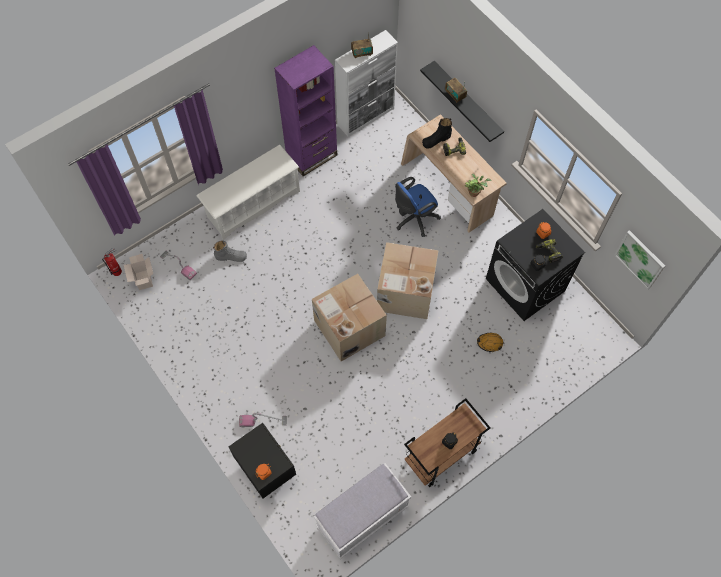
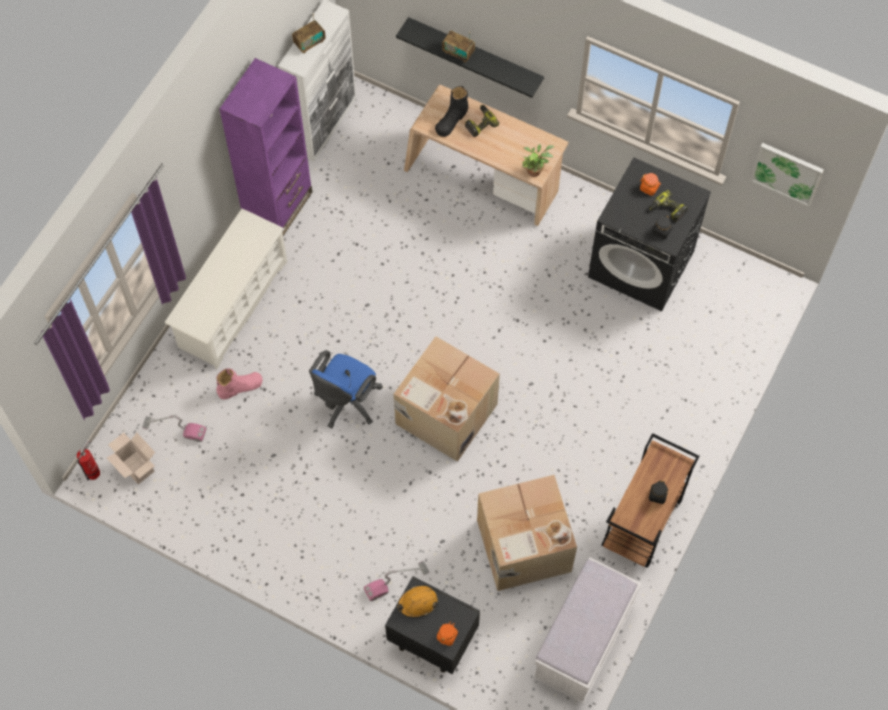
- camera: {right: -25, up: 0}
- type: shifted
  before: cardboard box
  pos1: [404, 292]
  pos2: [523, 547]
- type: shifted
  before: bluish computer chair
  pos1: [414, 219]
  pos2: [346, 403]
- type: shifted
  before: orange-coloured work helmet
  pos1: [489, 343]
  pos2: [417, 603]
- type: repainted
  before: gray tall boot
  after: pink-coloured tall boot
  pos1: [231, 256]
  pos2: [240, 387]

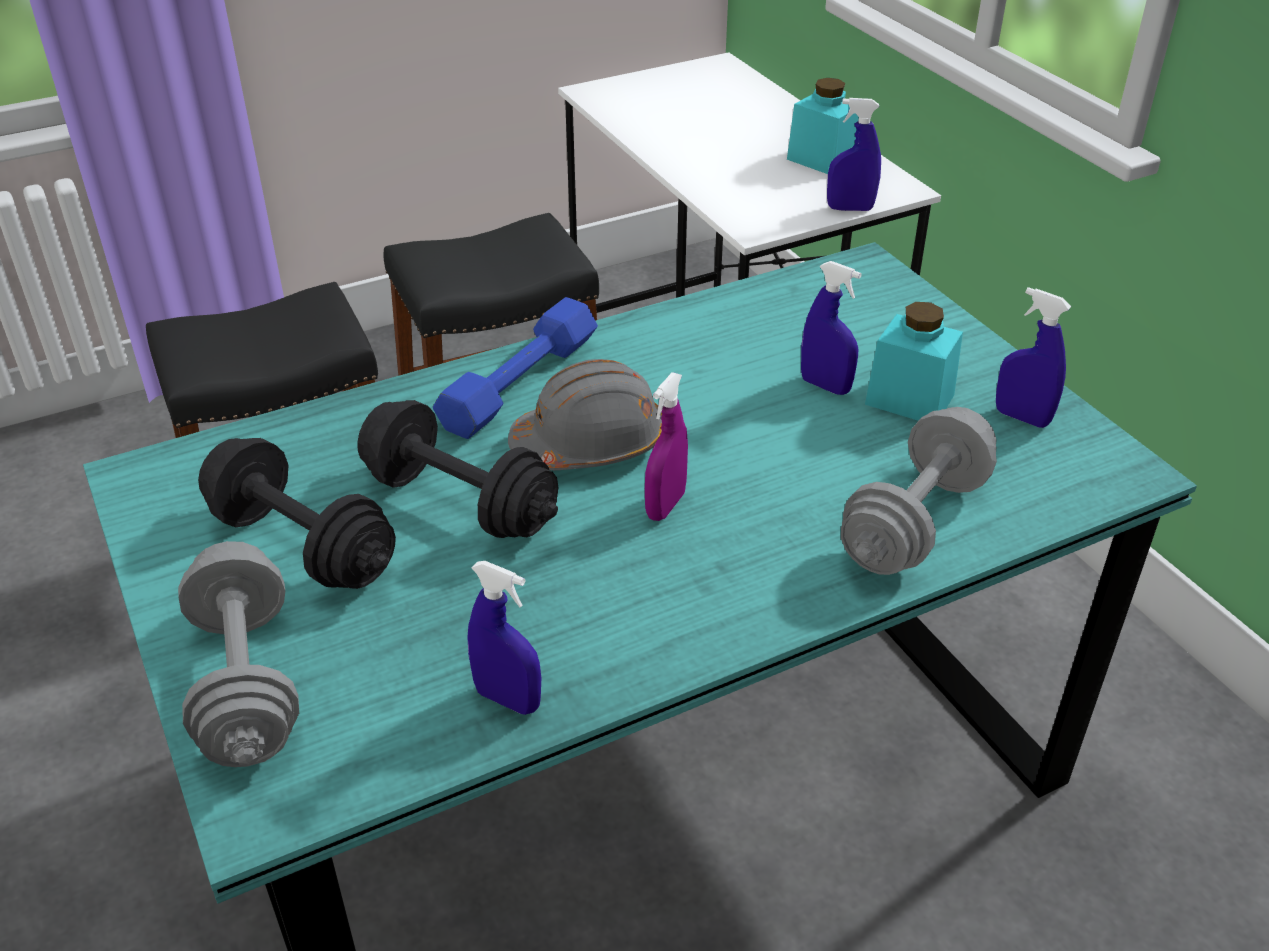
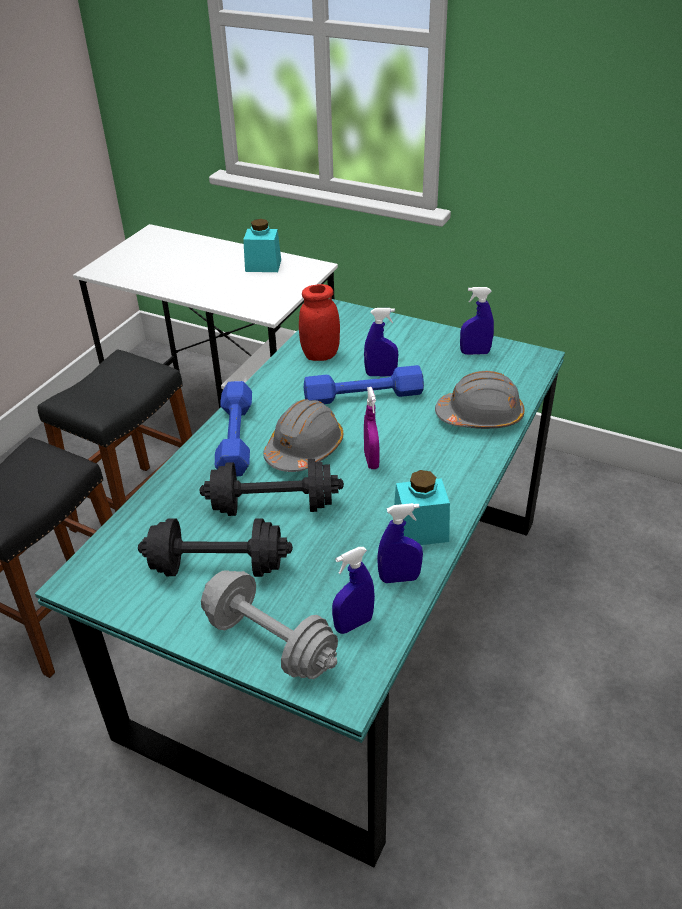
- camera: {right: -35, up: 0}
- type: new
  after: red-coloured storage jar
  pos2: [320, 355]
- type: new
  after: bluish free weight
  pos2: [363, 396]
- type: shifted
  before: bluish sprayer
  pos1: [850, 208]
  pos2: [353, 624]
- type: shifted
  before: blue-green storage jar
  pos1: [909, 399]
  pos2: [420, 530]
- type: swapped
  before: gray free weight
  after: gray work helmet
  pos1: [914, 522]
  pos2: [480, 416]

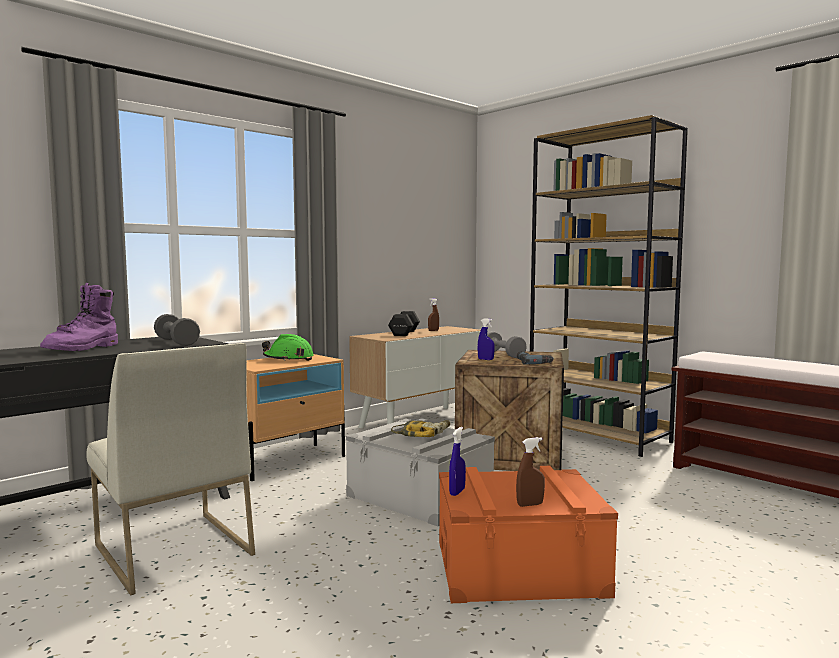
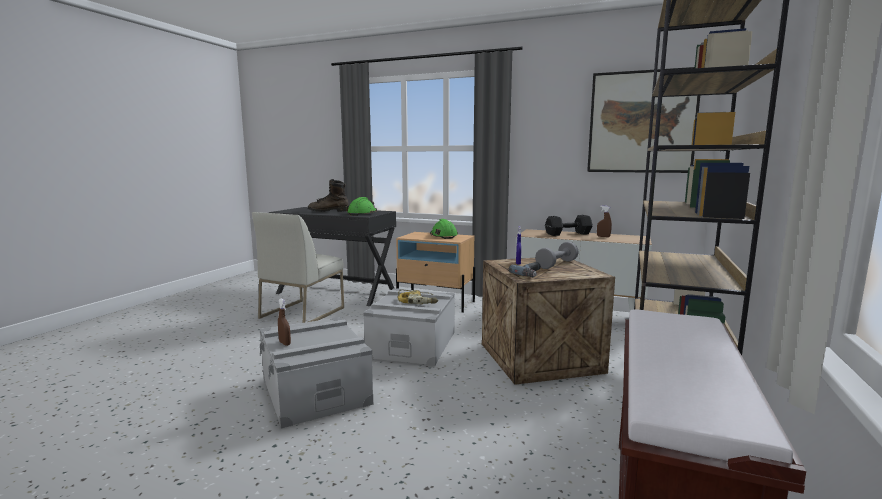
- camera: {right: 65, up: 5}
- type: gone
  before: bluish sprayer
  pos1: [457, 492]
- type: new
  after: wall picture
  pos2: [641, 122]
- type: swapped
  before: gray free weight
  after: green-coloured work helmet
  pos1: [176, 342]
  pos2: [362, 213]
- type: repainted
  before: purplish tall boot
  after: brown tall boot
  pos1: [83, 348]
  pos2: [328, 211]
- type: repainted
  before: orange-coloured storage box
  after: gray storage box
  pos1: [519, 567]
  pos2: [315, 391]

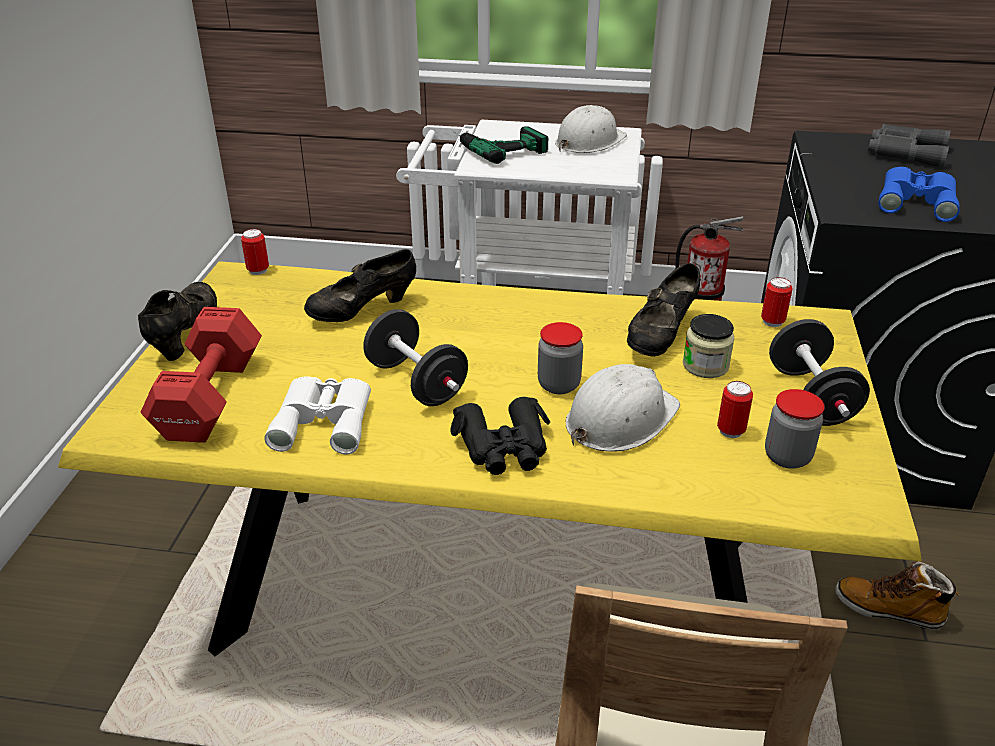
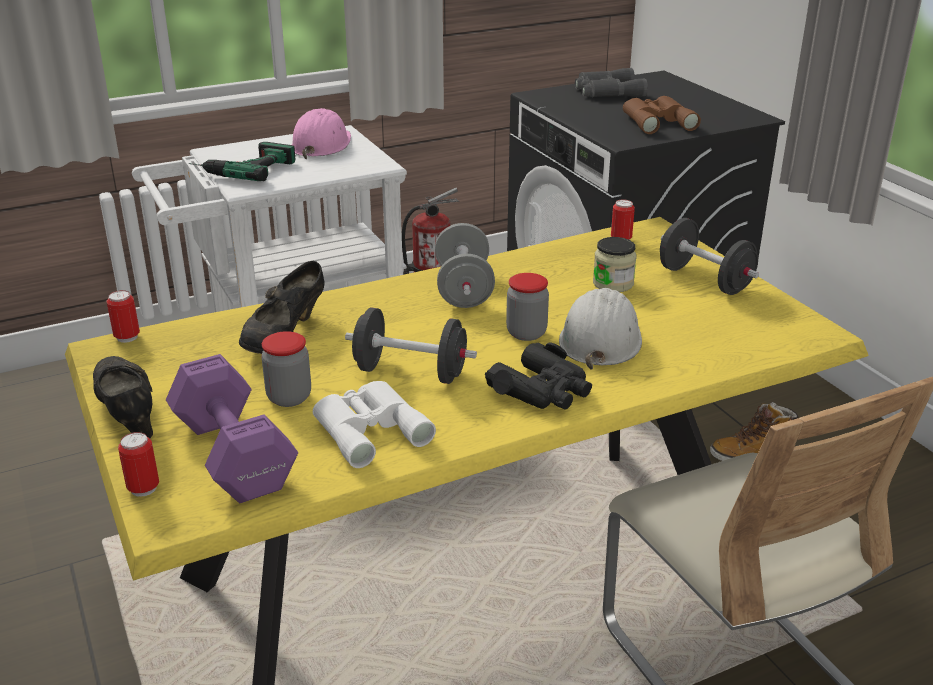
- camera: {right: -35, up: -5}
- type: gone
  before: black-coloured shoe
  pos1: [660, 337]
- type: new
  after: gray free weight
  pos2: [464, 289]
- type: shifted
  before: can
  pos1: [730, 431]
  pos2: [143, 488]
- type: shifted
  before: storage jar
  pos1: [787, 457]
  pos2: [289, 397]
- type: repainted
  before: red-coloured free weight
  after: purplish free weight
  pos1: [213, 396]
  pos2: [233, 452]
- type: repainted
  before: white work helmet
  after: pink-coloured work helmet
  pos1: [589, 142]
  pos2: [321, 145]
- type: repainted
  before: bluish pair of binoculars
  after: brown pair of binoculars
  pos1: [917, 200]
  pos2: [657, 121]

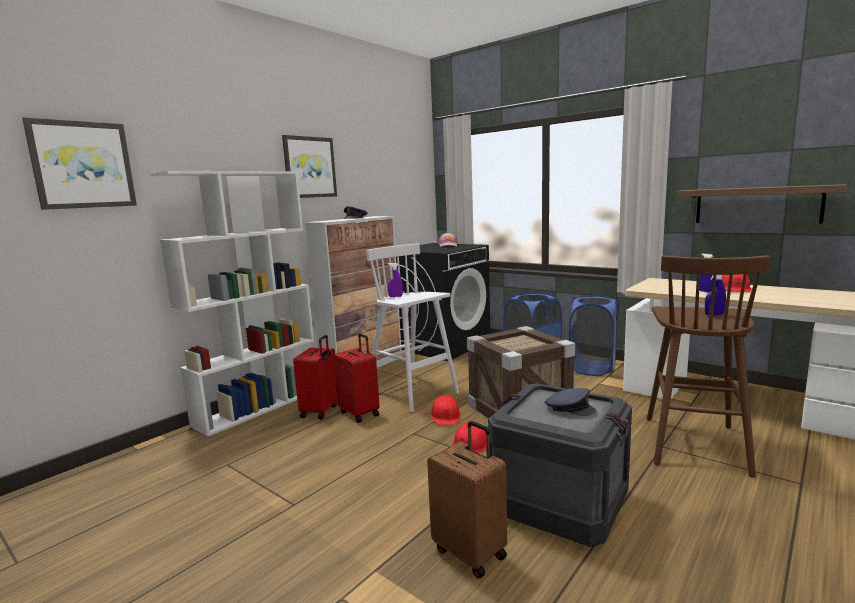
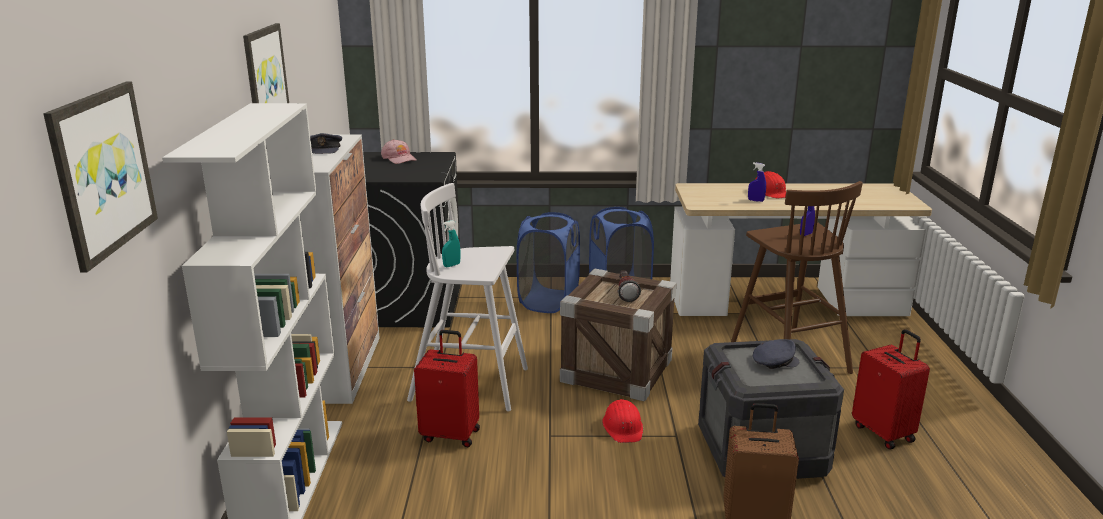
- camera: {right: -40, up: 10}
- type: gone
  before: red-coloured work helmet
  pos1: [445, 416]
- type: gone
  before: shelf
  pos1: [756, 205]
- type: new
  after: torch
  pos2: [625, 293]
- type: shifted
  before: red-coloured piece of luggage
  pos1: [320, 411]
  pos2: [884, 433]
- type: repainted
  before: purplish sprayer
  after: blue-green sprayer
  pos1: [395, 296]
  pos2: [451, 265]

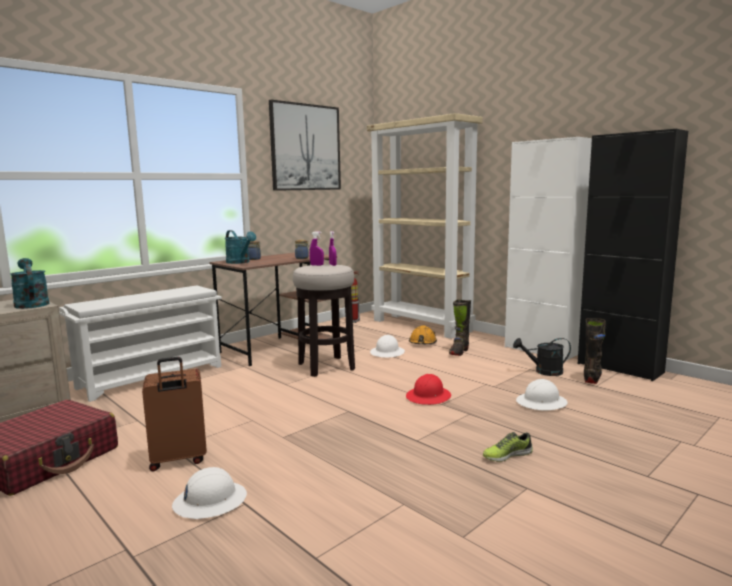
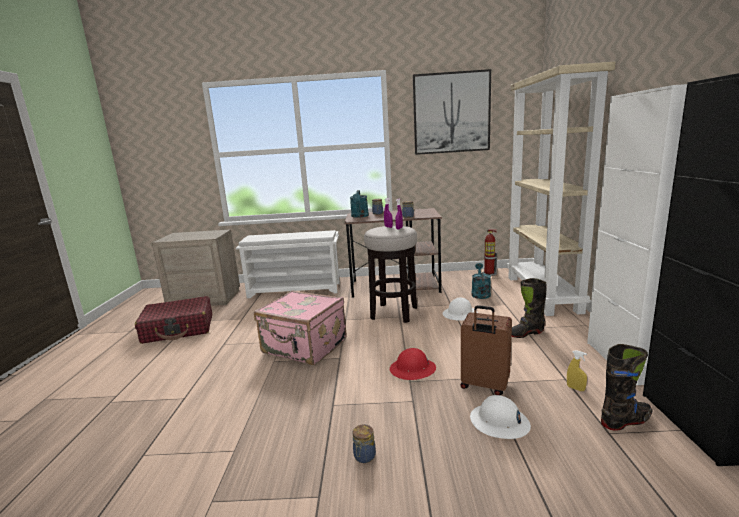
- camera: {right: 45, up: 5}
- type: gone
  before: white work helmet
  pos1: [210, 501]
- type: gone
  before: orange-coloured work helmet
  pos1: [422, 343]
- type: new
  after: pink-coloured piece of luggage
  pos2: [304, 347]
- type: shifted
  before: blue-green watering can
  pos1: [31, 304]
  pos2: [480, 293]
- type: shifted
  before: brown piece of luggage
  pos1: [178, 460]
  pos2: [484, 386]
- type: swapped
  before: shoe
  after: storage jar
  pos1: [507, 455]
  pos2: [364, 457]
- type: swapped
  before: black-coloured watering can
  after: yellow-coloured sprayer
  pos1: [543, 372]
  pos2: [575, 388]

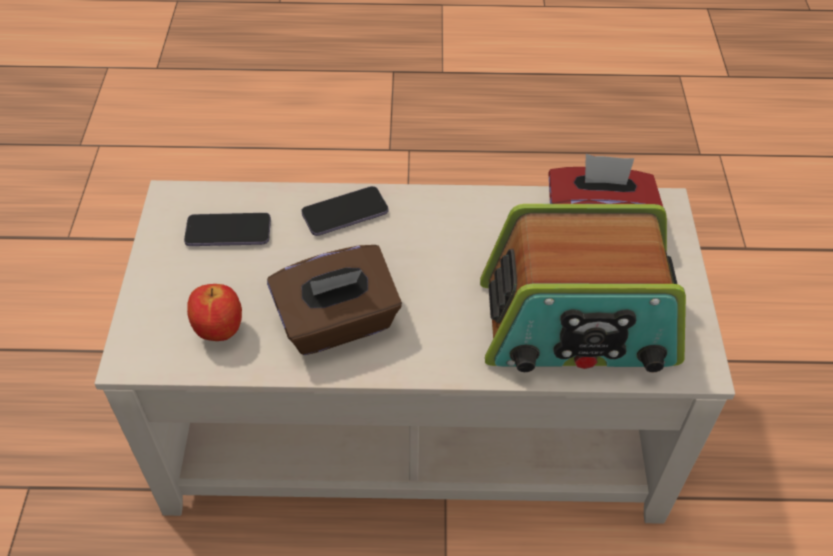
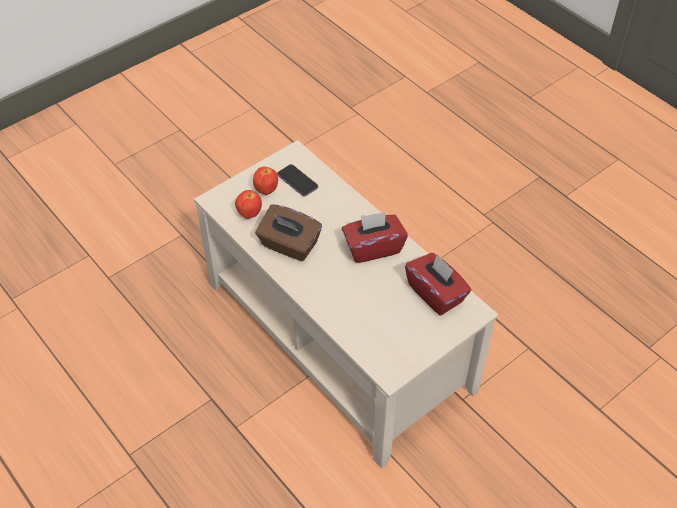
- camera: {right: 50, up: 0}
- type: gone
  before: handset
  pos1: [345, 213]
- type: gone
  before: radio receiver
  pos1: [577, 325]
- type: new
  after: whole apple
  pos2: [266, 190]
- type: new
  after: red-coloured tissue box
  pos2: [373, 248]

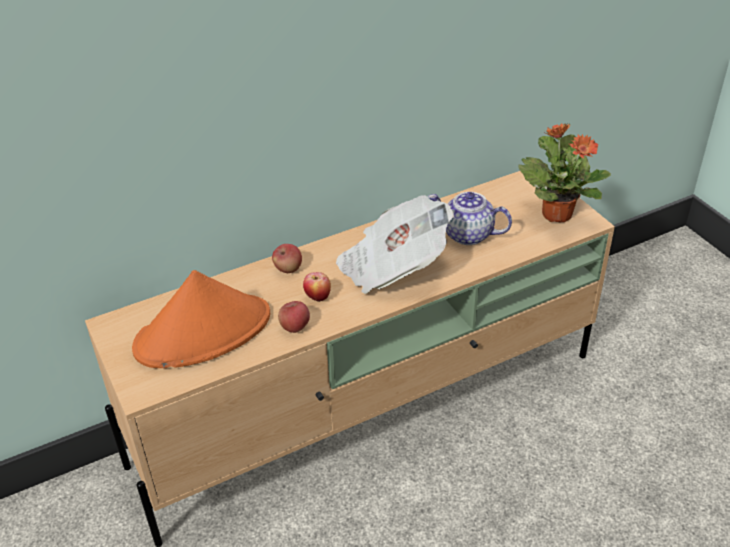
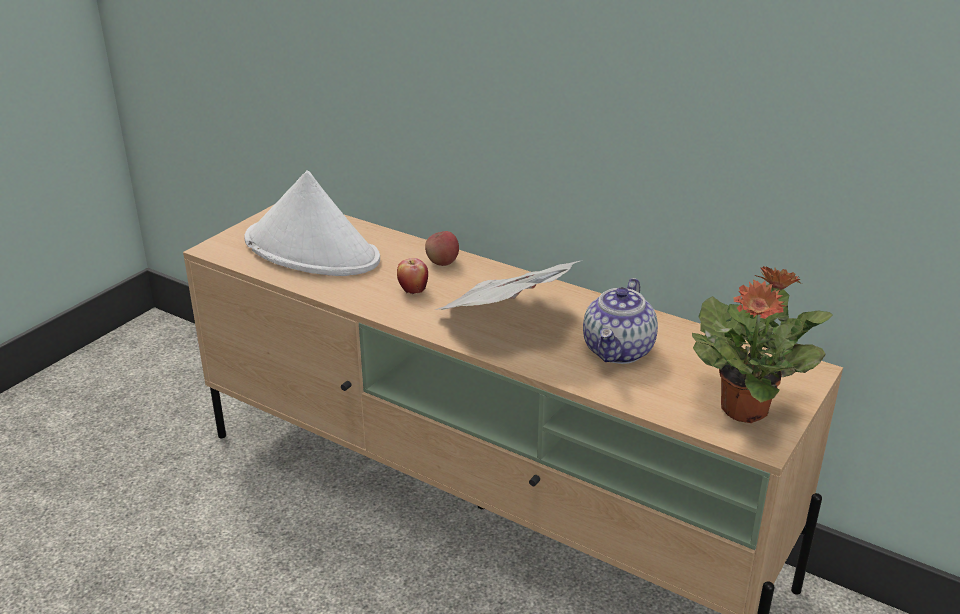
- camera: {right: 60, up: -10}
- type: gone
  before: whole apple
  pos1: [295, 327]
- type: repainted
  before: orange-coloured hat
  after: white hat
  pos1: [204, 332]
  pos2: [312, 250]
- type: rotated
  before: teapot
  pos1: [467, 234]
  pos2: [619, 351]
  turn: -150

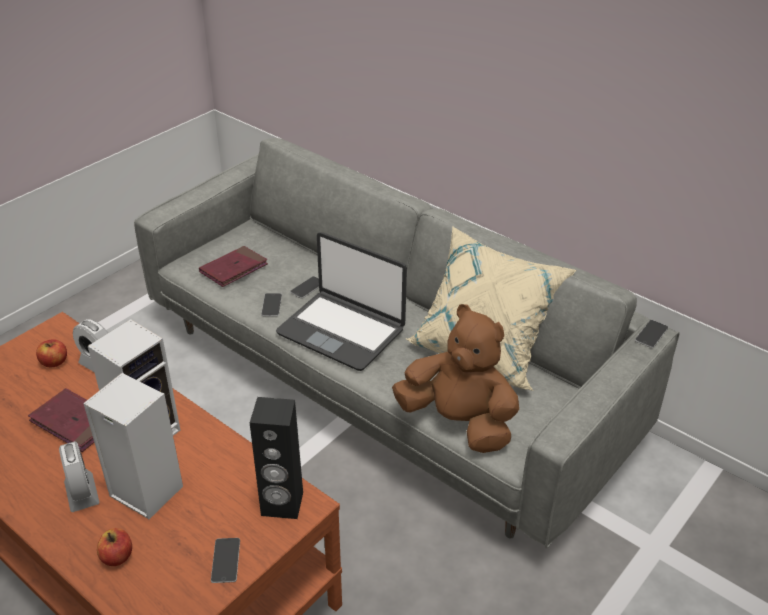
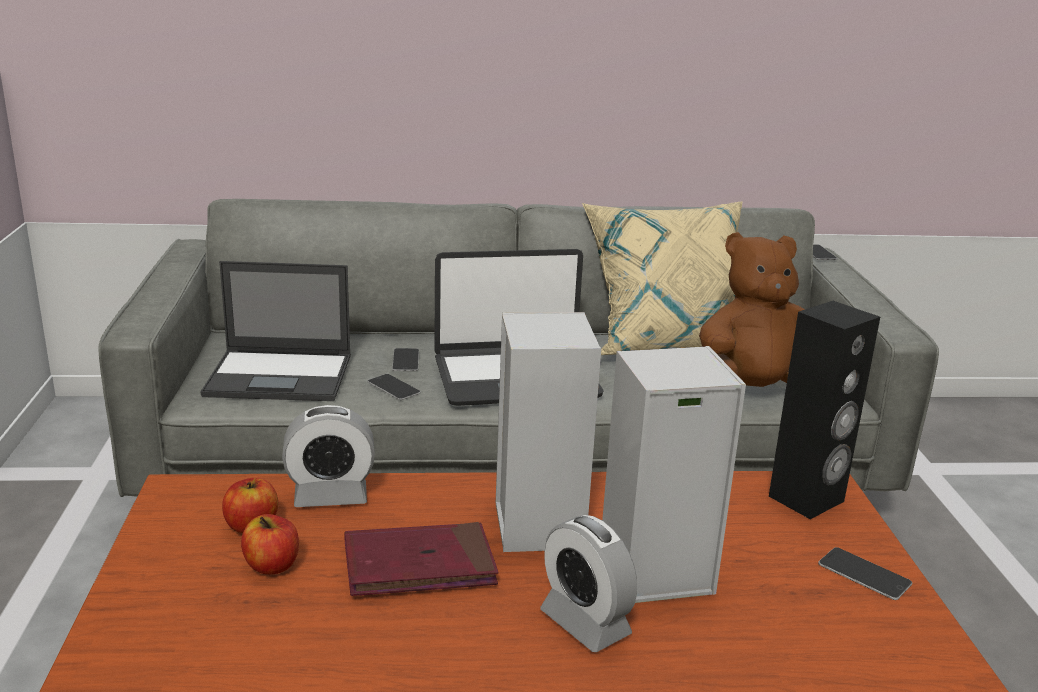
- camera: {right: -45, up: -15}
- type: shifted
  before: whole apple
  pos1: [117, 556]
  pos2: [272, 565]
- type: swapped
  before: red-coloured volume
  after: notebook computer
  pos1: [234, 269]
  pos2: [281, 376]
- type: rotated
  before: table clock
  pos1: [82, 493]
  pos2: [585, 623]
  turn: -150

